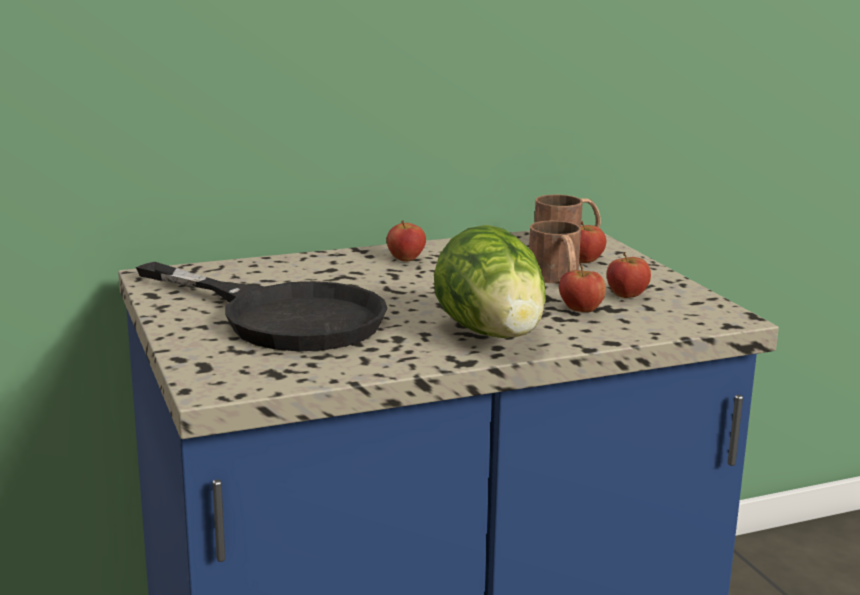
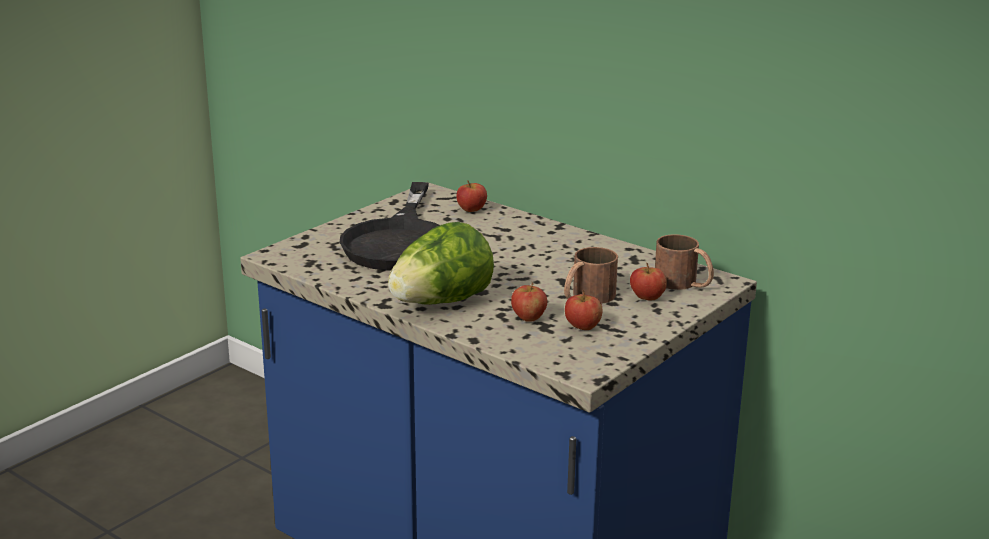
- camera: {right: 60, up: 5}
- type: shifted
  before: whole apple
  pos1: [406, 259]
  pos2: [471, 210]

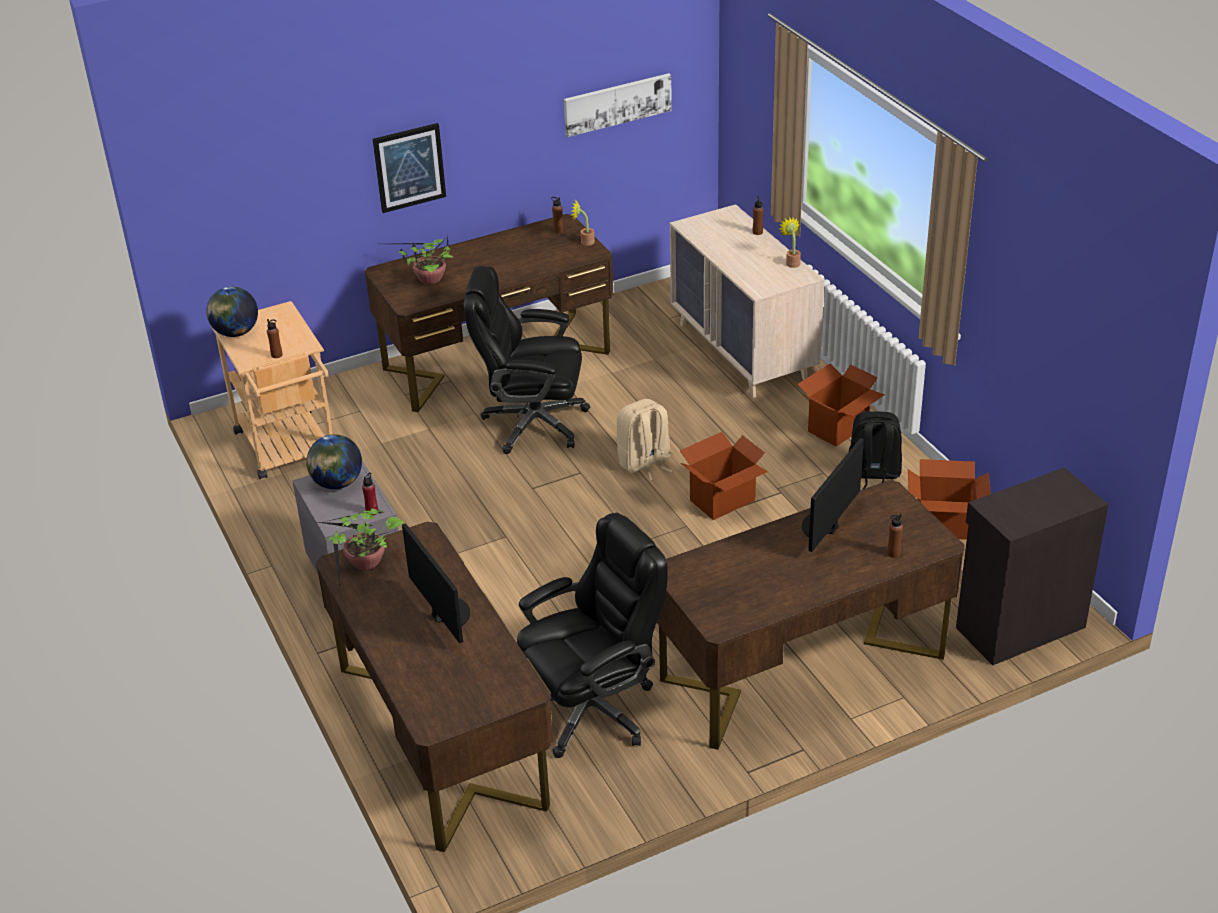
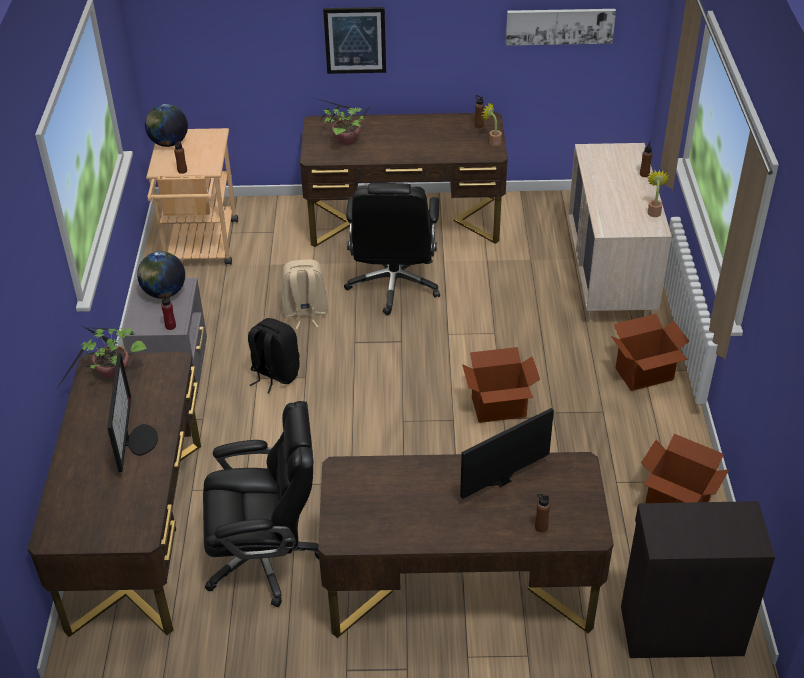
- camera: {right: 25, up: 5}
- type: shifted
  before: sand-coloured knapsack
  pos1: [645, 463]
  pos2: [305, 313]
- type: shifted
  before: black-coloured knapsack
  pos1: [873, 475]
  pos2: [274, 374]
- type: rotated
  before: black-coloured computer chair
  pos1: [532, 423]
  pos2: [394, 285]
  turn: -120

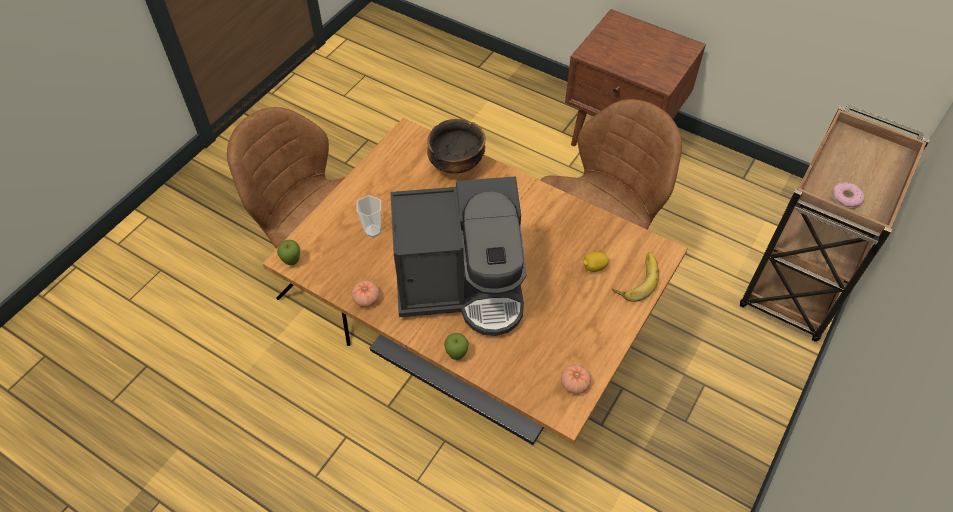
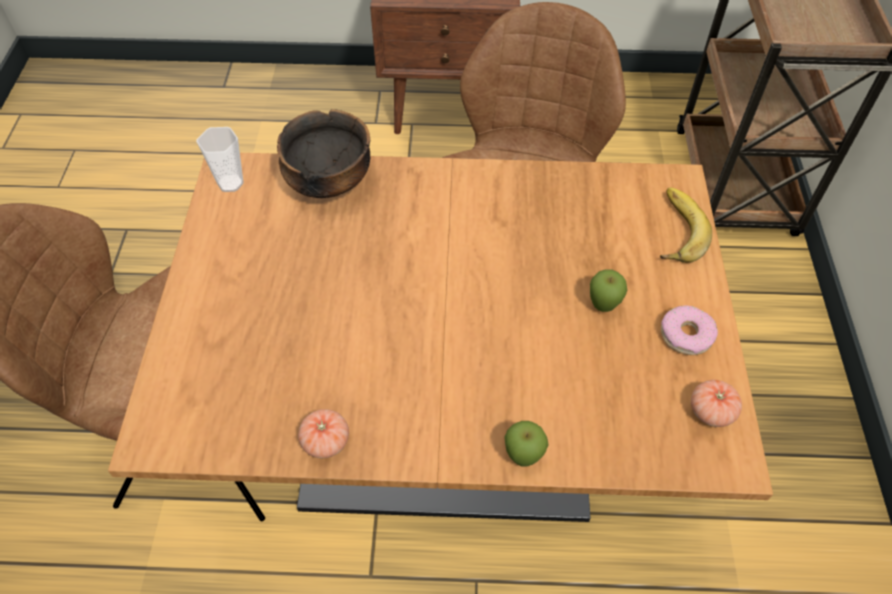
- camera: {right: -30, up: 0}
- type: gone
  before: coffee maker
  pos1: [462, 286]
- type: gone
  before: citrus fruit
  pos1: [594, 267]
- type: shifted
  before: whole apple
  pos1: [292, 262]
  pos2: [603, 307]
- type: shifted
  before: small cup
  pos1: [373, 230]
  pos2: [230, 183]
- type: shifted
  before: ring doughnut
  pos1: [845, 199]
  pos2: [686, 335]

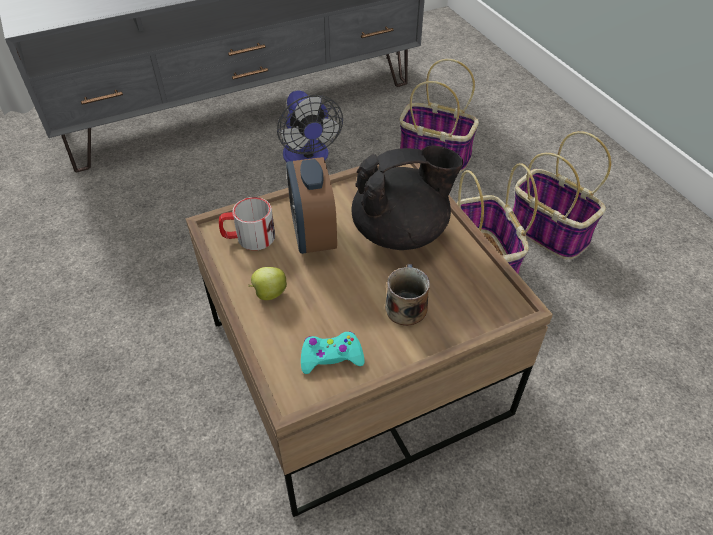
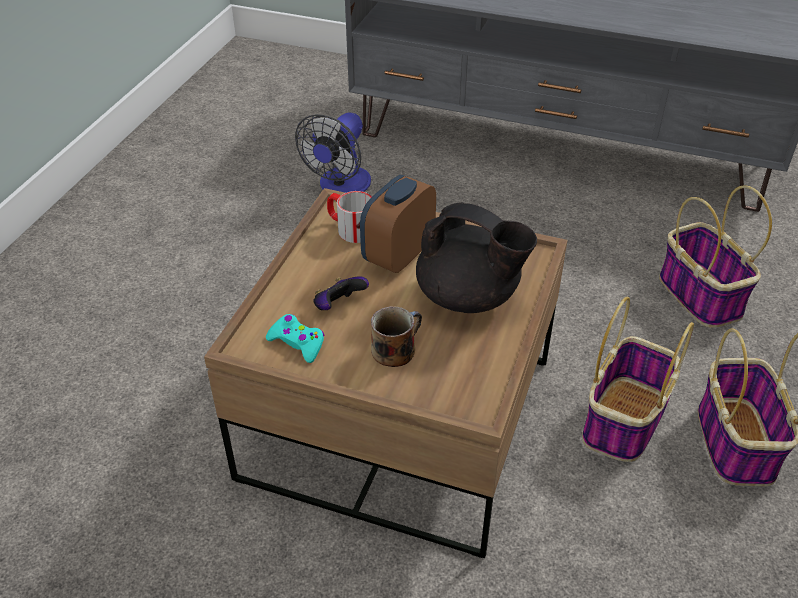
- camera: {right: 45, up: -5}
- type: gone
  before: whole apple
  pos1: [269, 294]
- type: new
  after: joypad
  pos2: [338, 306]
- type: shifted
  before: electric fan
  pos1: [308, 158]
  pos2: [341, 187]

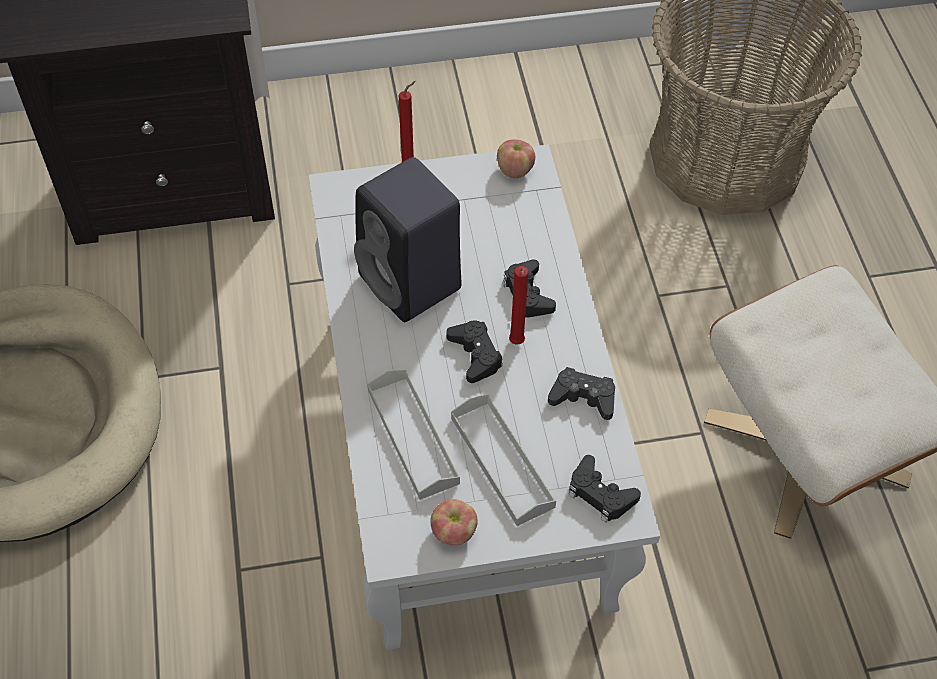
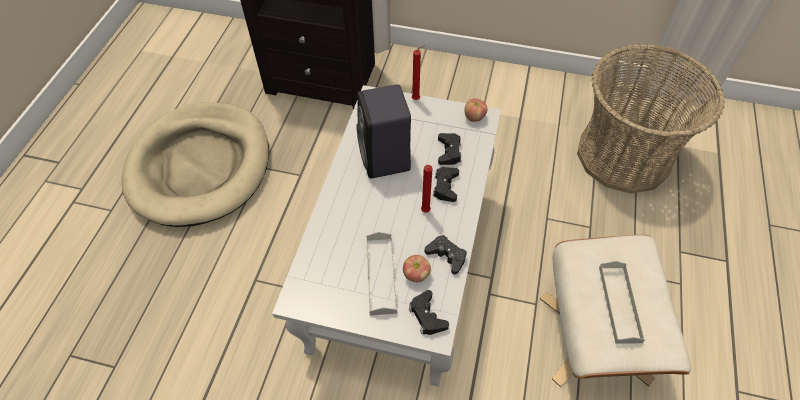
- camera: {right: 25, up: 0}
- type: shifted
  before: gray serving tray
  pos1: [412, 436]
  pos2: [619, 303]
- type: shifted
  before: whole apple
  pos1: [454, 532]
  pos2: [416, 274]
- type: shifted
  before: black-coloured joypad
  pos1: [475, 355]
  pos2: [449, 152]

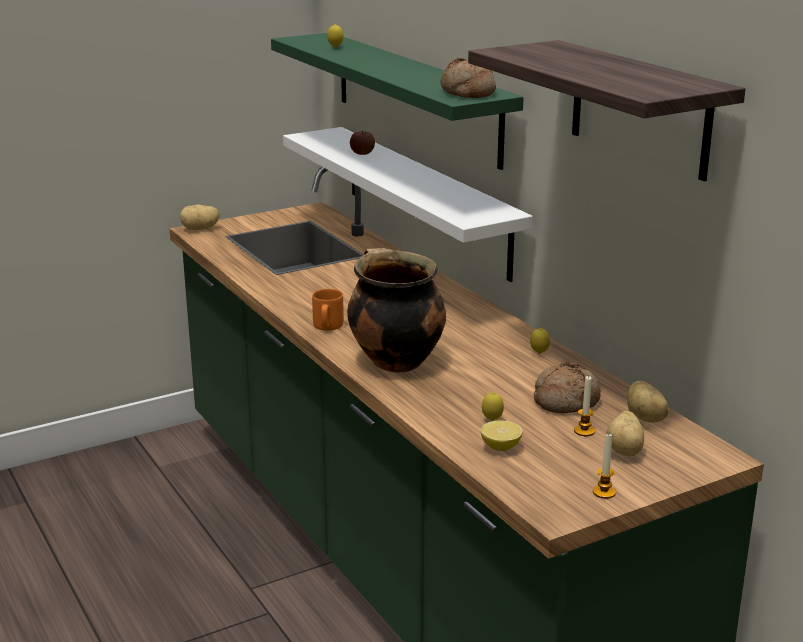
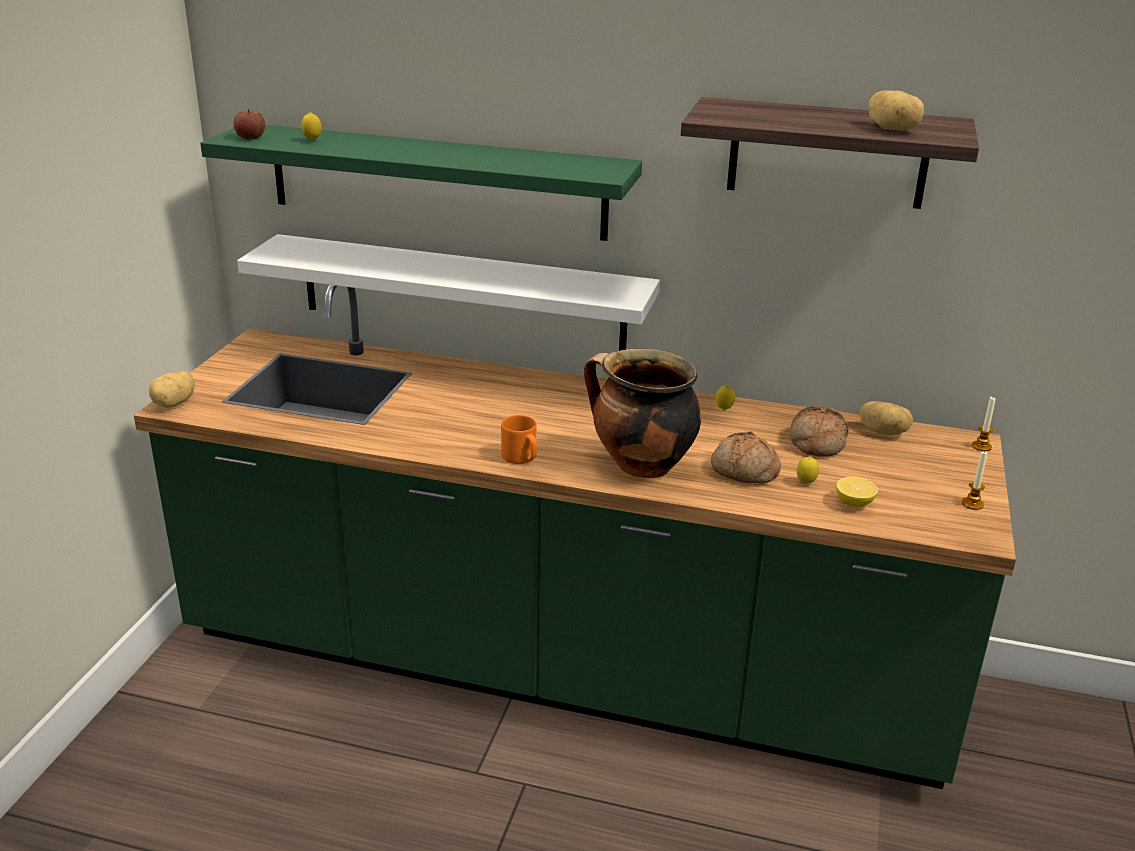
- camera: {right: -45, up: 5}
- type: shifted
  before: whole apple
  pos1: [362, 153]
  pos2: [250, 137]
- type: shifted
  before: bread
  pos1: [467, 92]
  pos2: [743, 471]
- type: shifted
  before: candle
  pos1: [584, 431]
  pos2: [981, 446]
- type: shifted
  before: potato
  pos1: [625, 450]
  pos2: [893, 129]

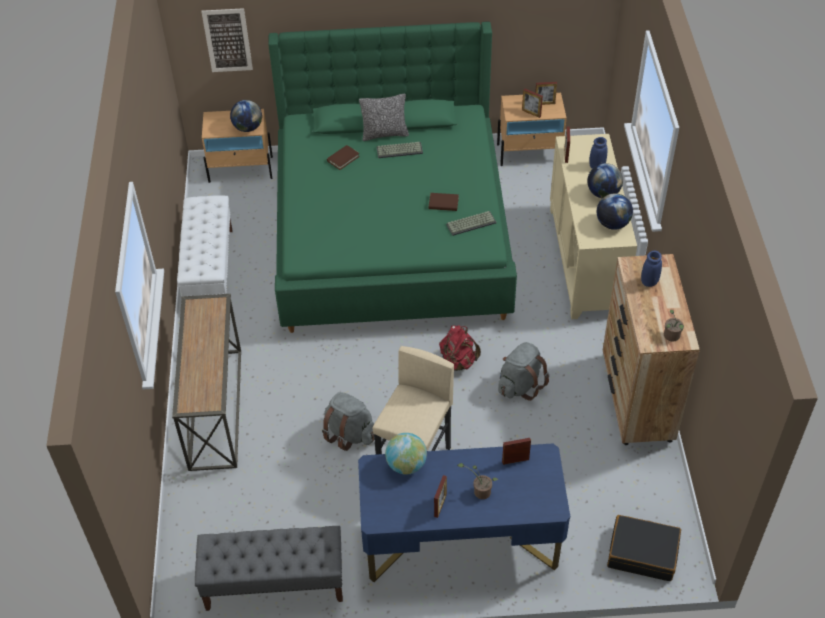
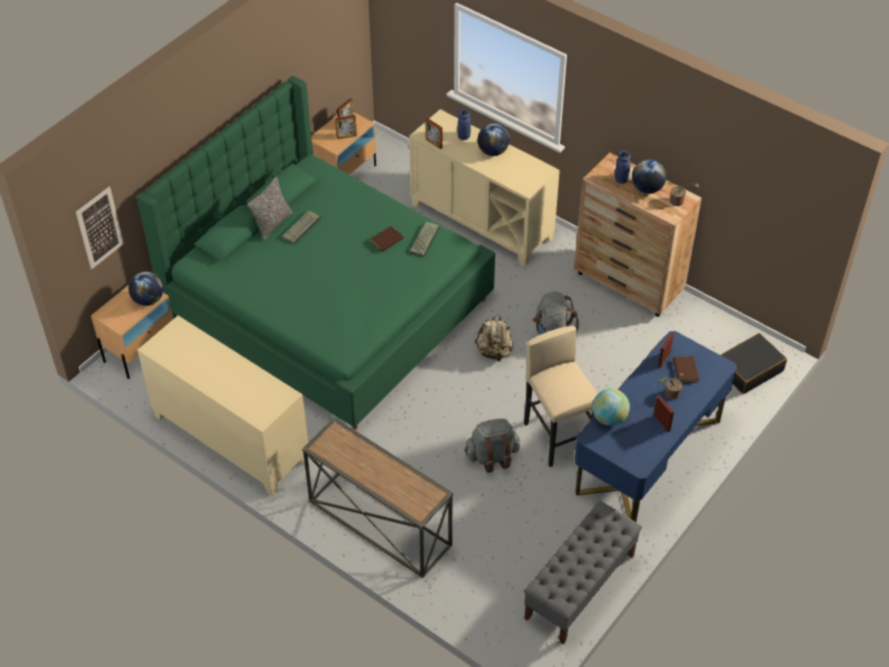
- camera: {right: -50, up: 0}
- type: shifted
  before: brown volume
  pos1: [343, 158]
  pos2: [685, 371]
- type: shifted
  before: world globe
  pos1: [612, 224]
  pos2: [647, 189]
- type: swapped
  before: white long seat
  after: sand-coloured cabinet
  pos1: [210, 270]
  pos2: [230, 438]
- type: repainted
  before: red-coloured knapsack
  after: sand-coloured knapsack
  pos1: [458, 362]
  pos2: [494, 352]

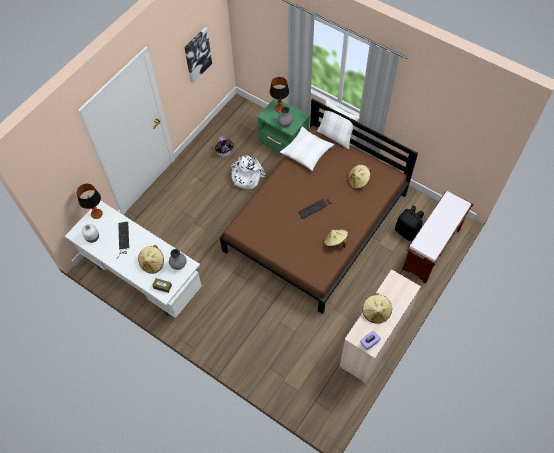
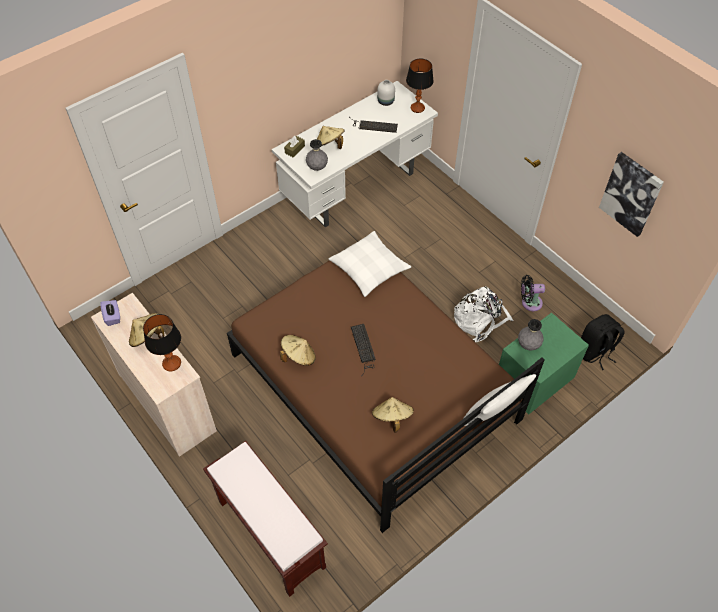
- camera: {right: 105, up: -5}
- type: shifted
  before: lamp for a table
  pos1: [279, 108]
  pos2: [172, 363]
- type: shifted
  before: white cushion
  pos1: [306, 152]
  pos2: [369, 268]
- type: shifted
  before: black-coloured knapsack
  pos1: [407, 231]
  pos2: [595, 352]

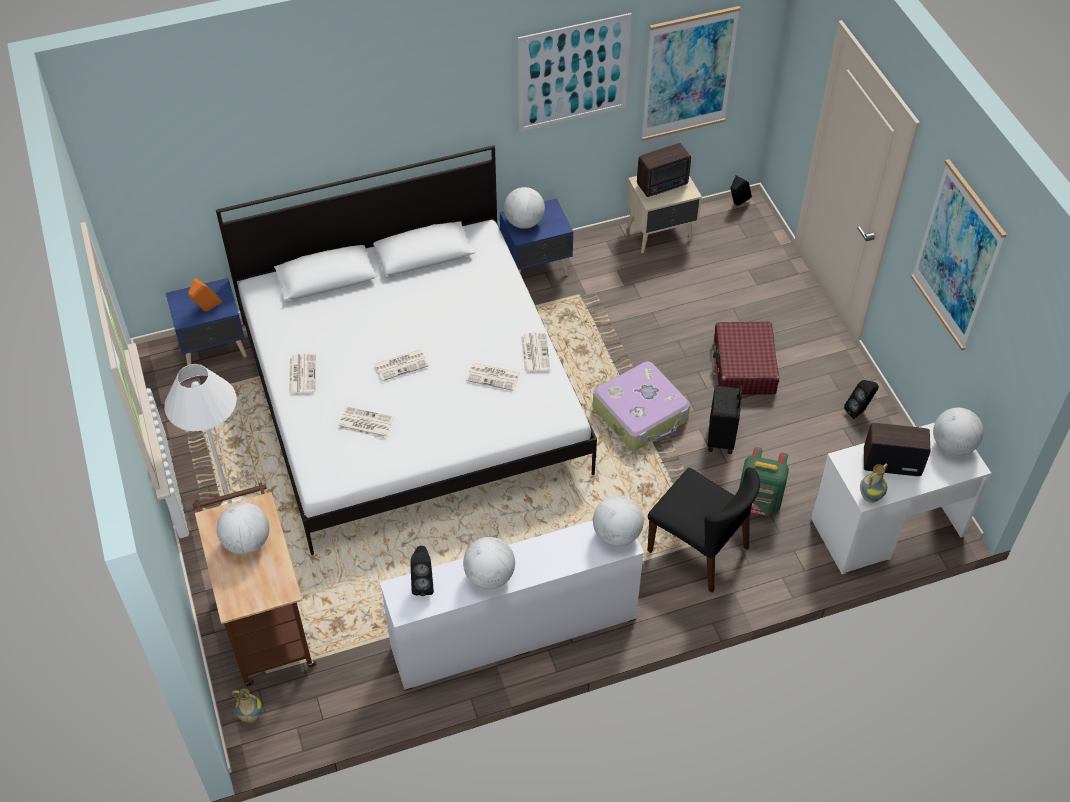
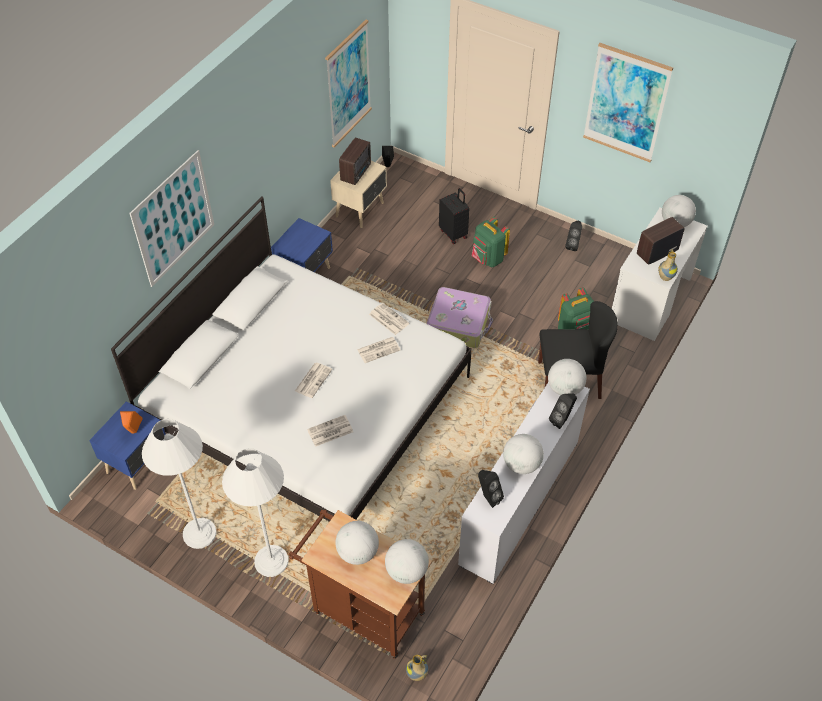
- camera: {right: -40, up: 0}
- type: gone
  before: newspaper
  pos1: [302, 374]
- type: new
  after: white standard lamp
  pos2: [199, 533]
- type: new
  after: black-coloured loudspeaker
  pos2: [562, 420]
- type: shifted
  before: world globe
  pos1: [524, 222]
  pos2: [406, 571]
- type: shifted
  before: wall picture
  pos1: [573, 73]
  pos2: [174, 219]
- type: shifted
  before: black-coloured piece of luggage
  pos1: [722, 439]
  pos2: [454, 233]
- type: swapped
  before: red-coloured piece of luggage
  after: green-coloured knapsack
  pos1: [744, 367]
  pos2: [488, 259]

